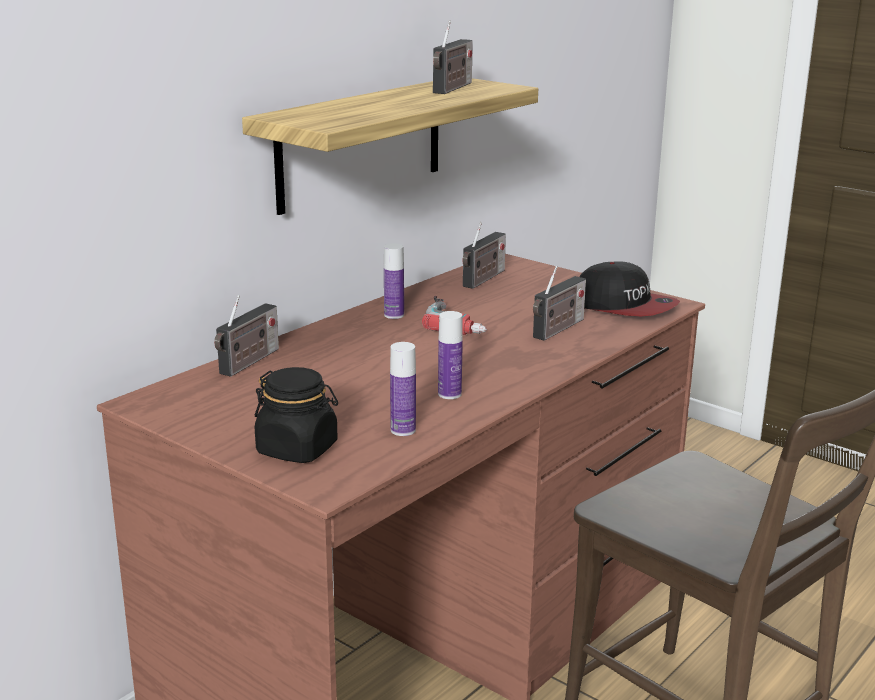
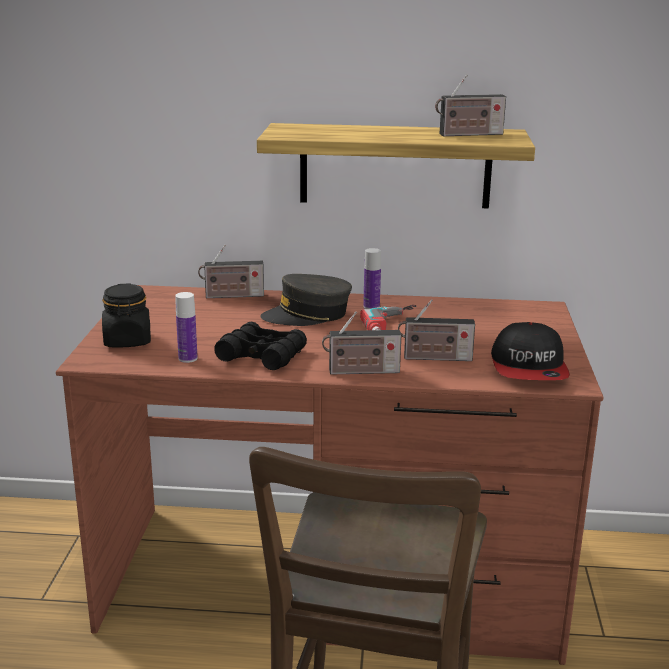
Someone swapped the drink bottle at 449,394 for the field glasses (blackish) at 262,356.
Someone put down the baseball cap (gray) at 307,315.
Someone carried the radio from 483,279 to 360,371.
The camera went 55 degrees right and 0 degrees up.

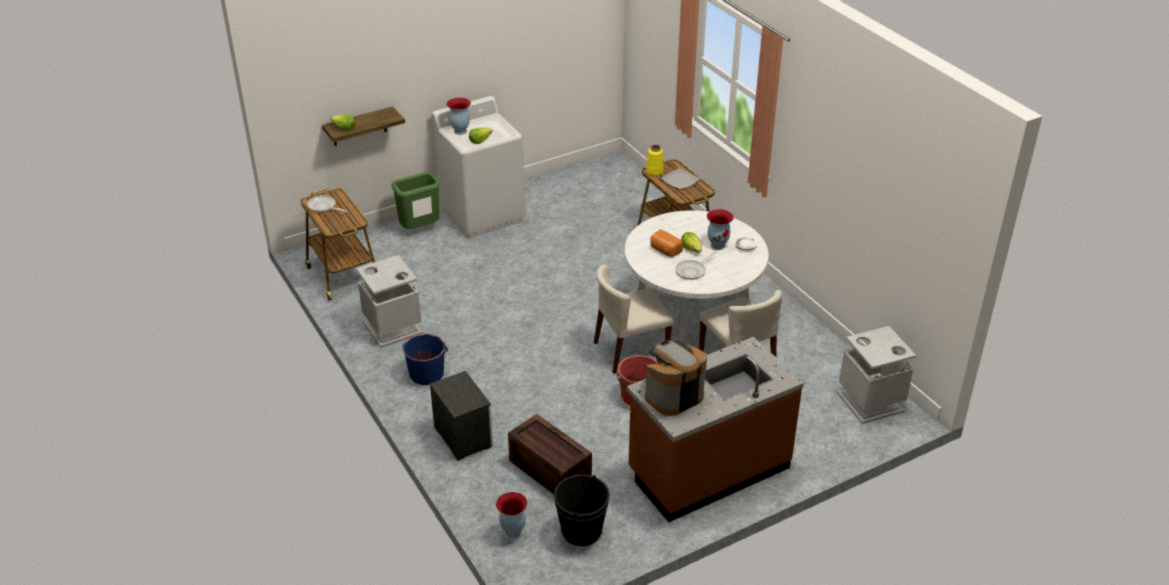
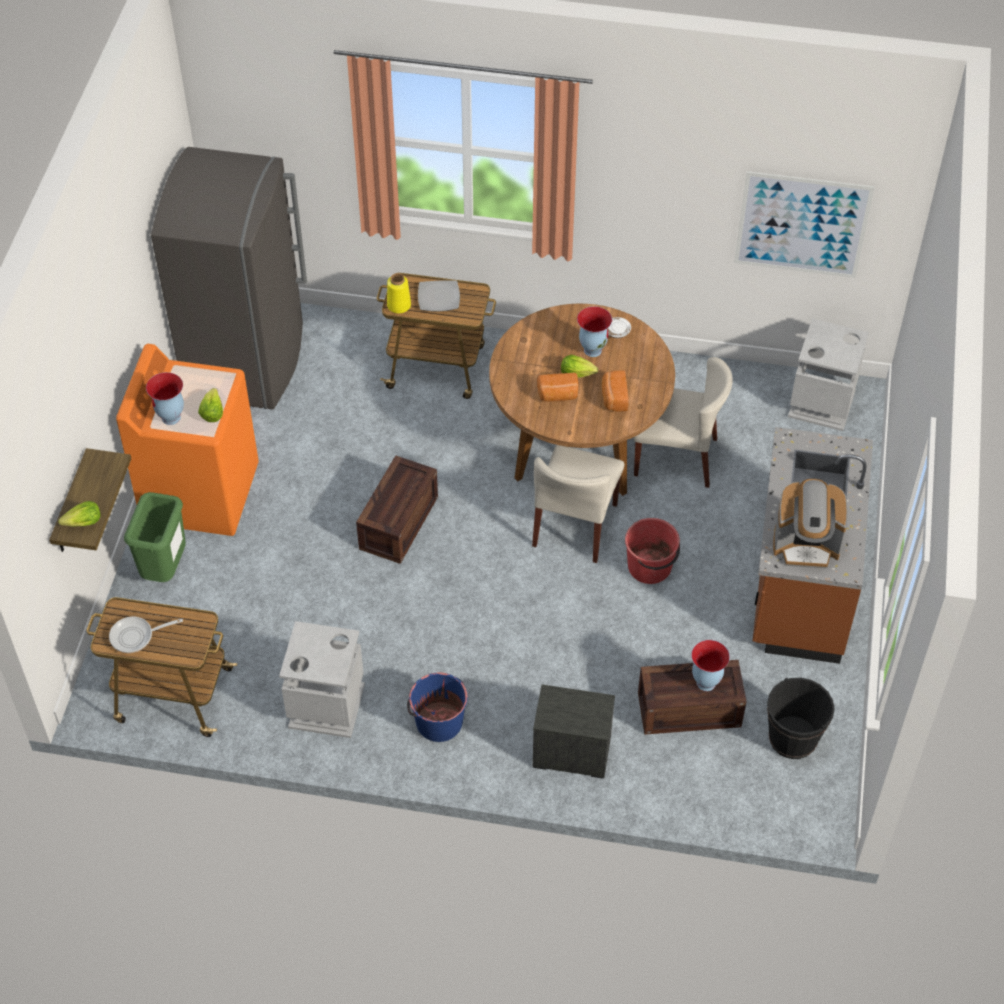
Someone repainted the washing machine (white) at 482,214, which became the washing machine (orange-coloured) at 201,493.
Someone put down the fridge (gray) at 247,361.
Someone put down the crate at 398,521.
Someone repainted the dining table (white) at 691,320, which became the dining table (brown-coloured) at 578,445.
Someone swapped the skillet at 692,271 for the bakery bread at 614,398.
Someone carried the vase from 512,532 to 705,683.
Someone put up the picture at 802,225.
Someone rotated the coffee maker at 673,396 by 90 degrees counterclockwise.
The camera went 50 degrees left and 15 degrees up.

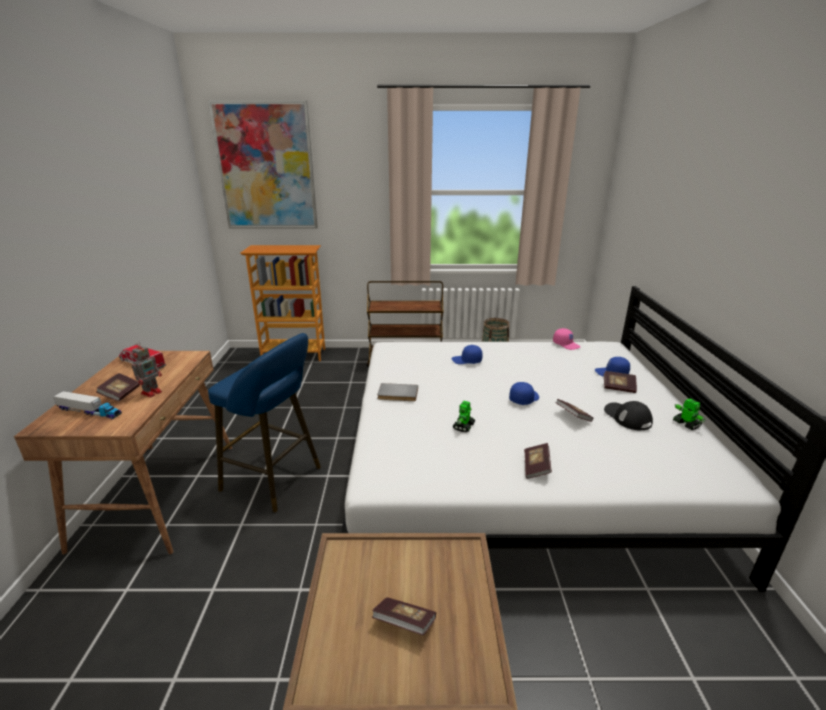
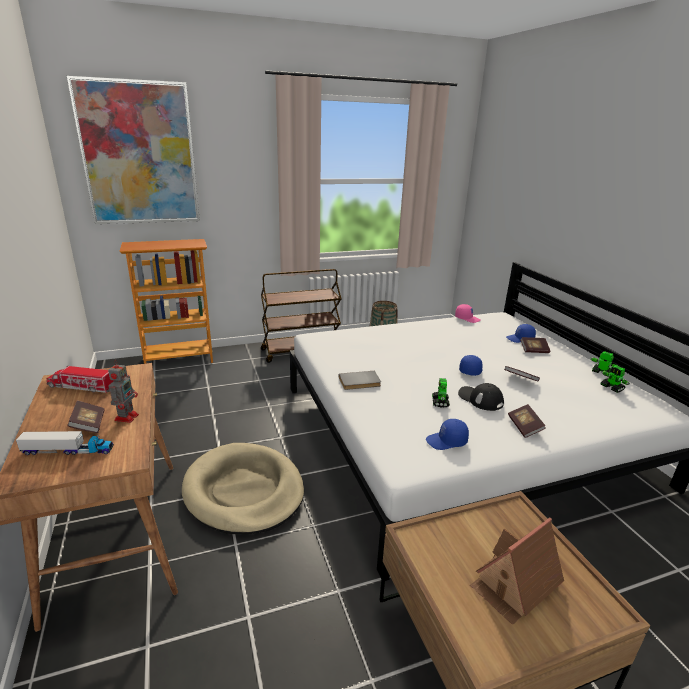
Someone swapped the stool seat (blue-coloured) at 276,480 for the pet bed (sand-coloured) at 244,491.
Someone carried the baseball cap (blue-coloured) from 467,361 to 446,441.
Someone carried the baseball cap (blackish) from 627,417 to 480,399.
Someone swapped the volume at 404,623 for the miniature house at 515,584.
Someone put down the toy robot at 612,388.
The camera went 20 degrees left and 0 degrees up.

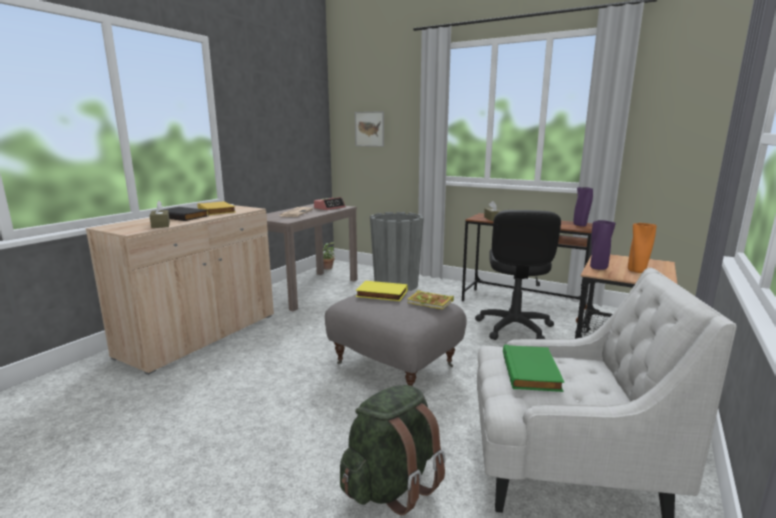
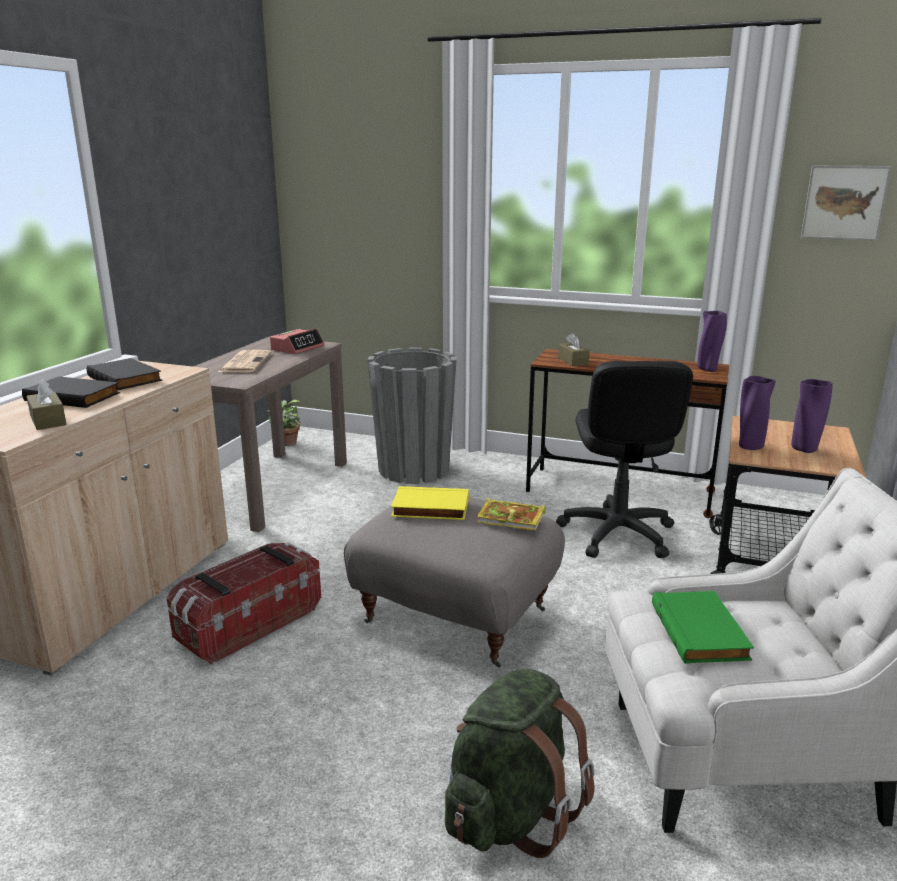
Someone repainted the volume (yellowish) at 217,211, which became the volume (blackish) at 126,378.
Someone put down the storage box at 248,624.
Someone repainted the vase (orange-coloured) at 637,271, which became the vase (purple) at 804,450.
Someone carried the picture from 369,129 to 844,202.
The camera went 10 degrees left and 5 degrees up.

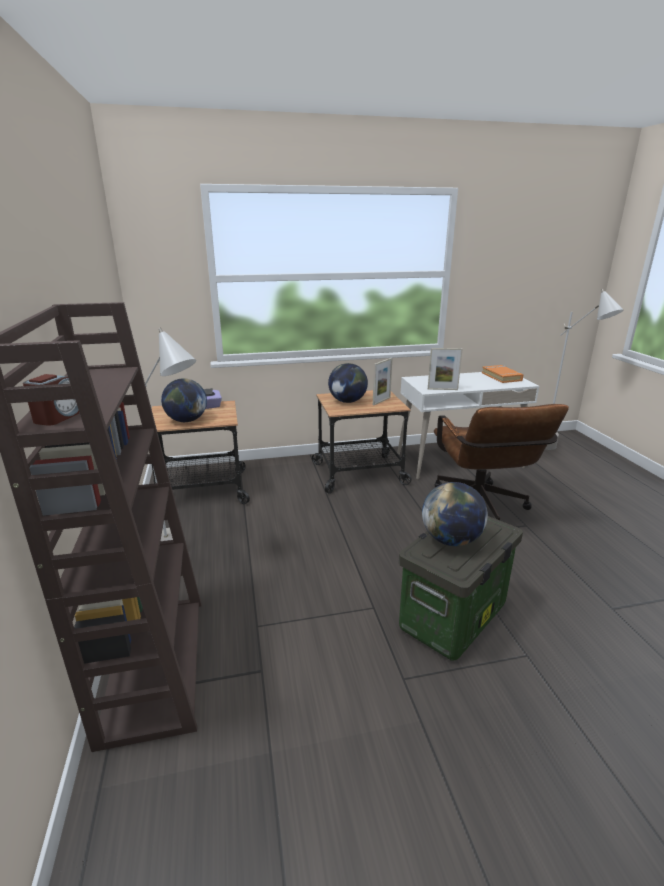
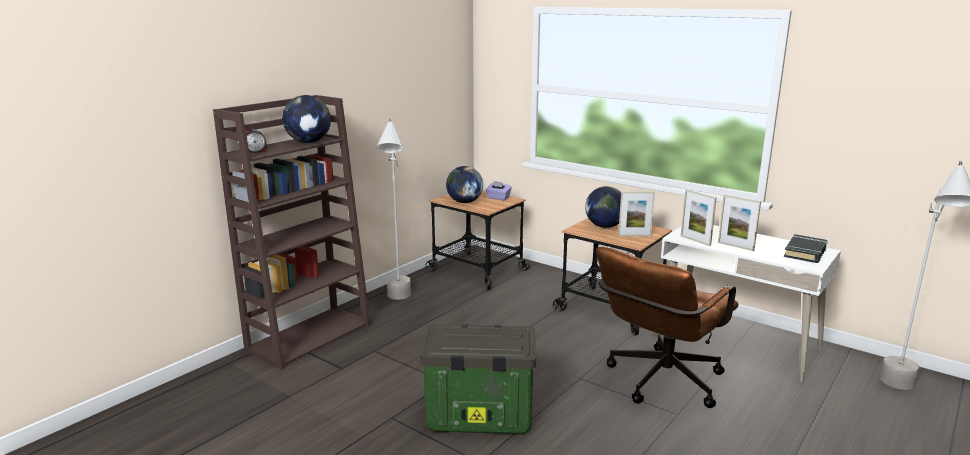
Someone carried the globe from 451,540 to 308,142.
Someone put down the picture frame at 735,246.
Someone repainted the volume (orange-coloured) at 501,377, which became the volume (blackish) at 805,252.
The camera went 50 degrees right and 5 degrees down.

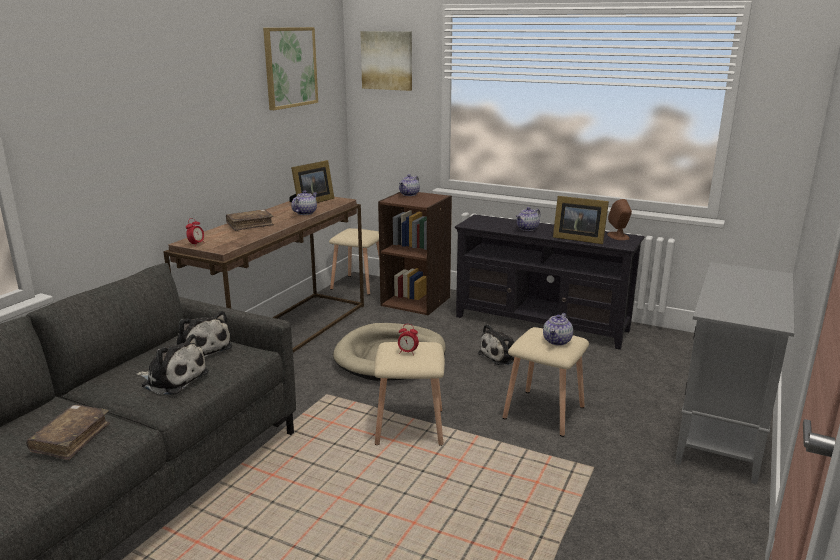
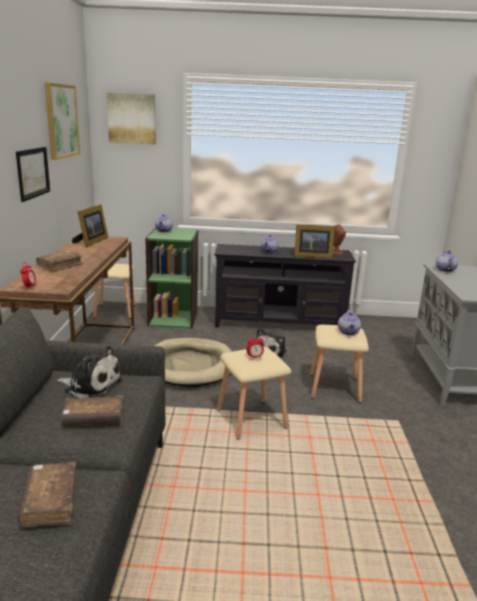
Someone put up the picture at 33,173.
Someone swapped the cuddly toy at 172,379 for the volume (brown-coloured) at 93,418.
Someone repainted the bookcase (brown-coloured) at 416,301, which became the bookcase (greenish) at 173,318.
Someone carried the teapot from 305,213 to 444,270.
The camera went 25 degrees left and 0 degrees up.

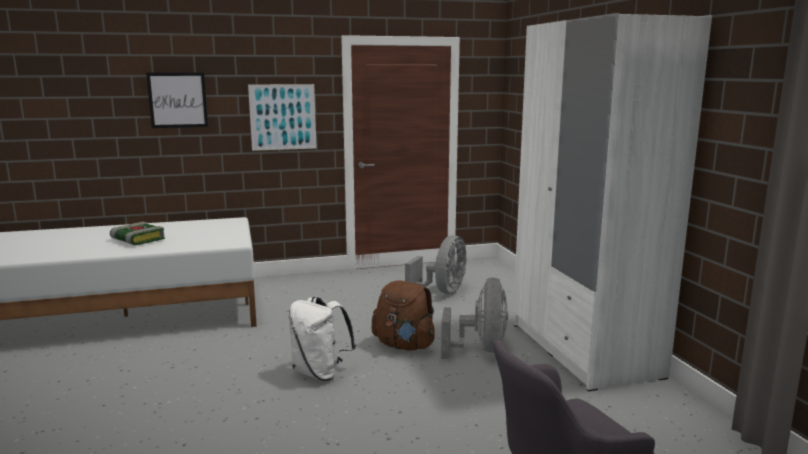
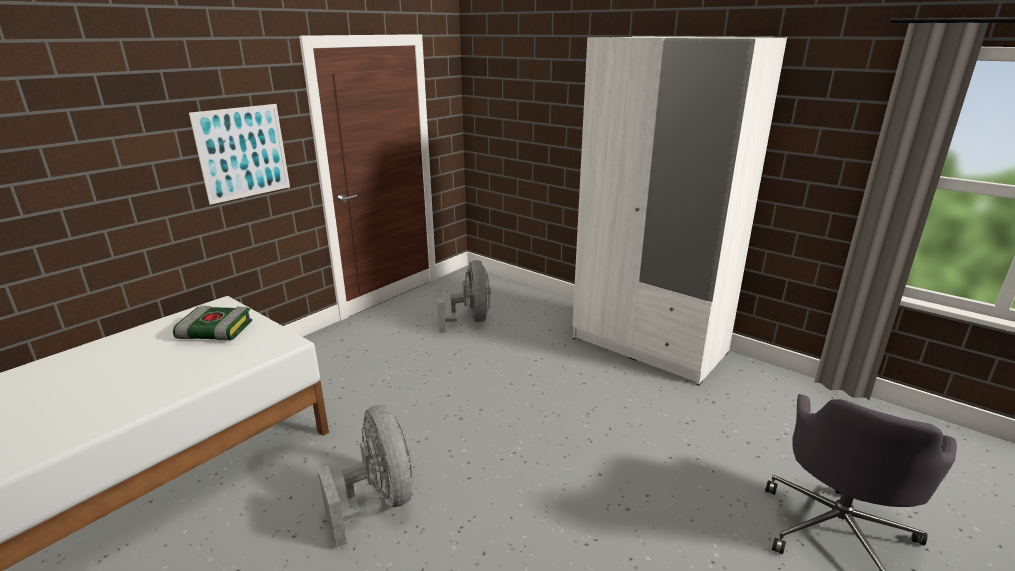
Someone carried the volume from 137,240 to 214,331.
Someone carried the cooling fan (gray) from 480,349 to 379,500.
Someone took away the picture at 178,100.
Someone took away the knapsack (white) at 320,373.
Someone took away the knapsack (brown-coloured) at 404,345.
The camera went 35 degrees left and 10 degrees up.

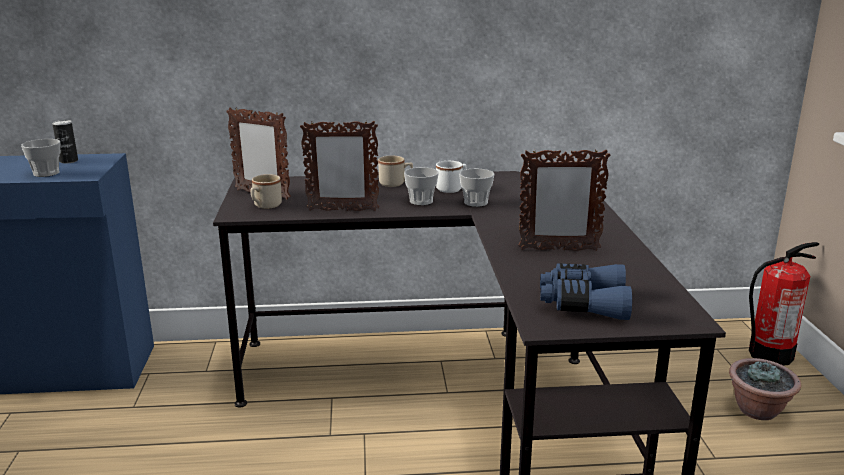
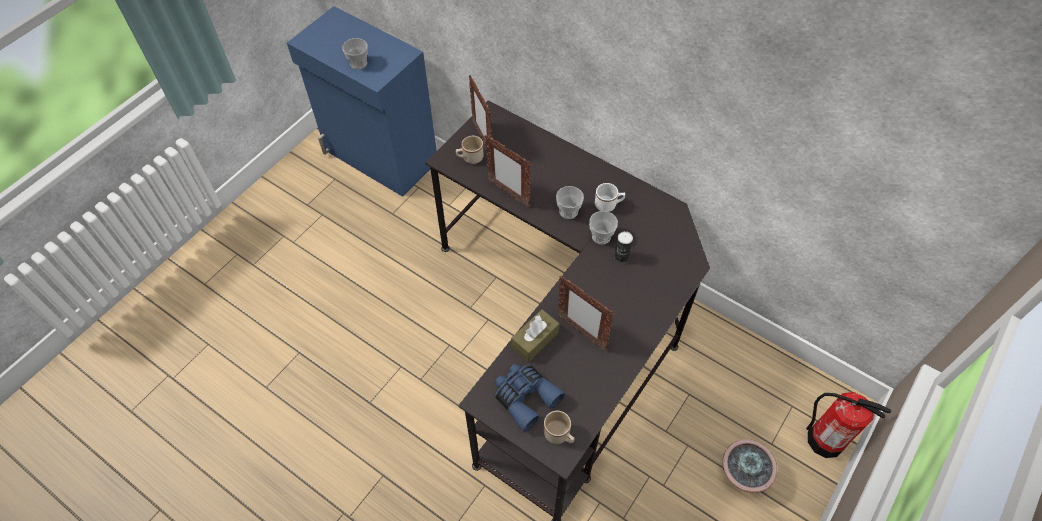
Someone put down the tissue holder (brown-coloured) at 535,339.
Someone carried the tea mug (sand-coloured) from 395,184 to 559,435.
Someone carried the can from 68,161 to 621,256.
The camera went 40 degrees right and 35 degrees up.

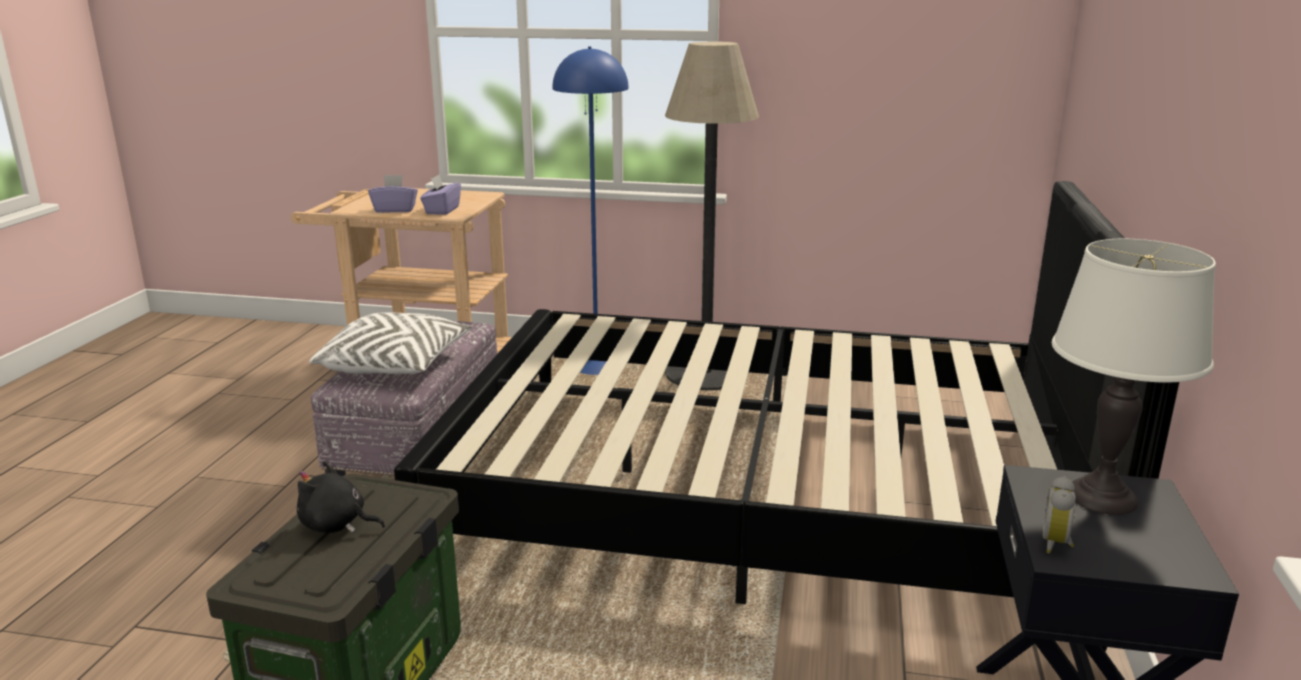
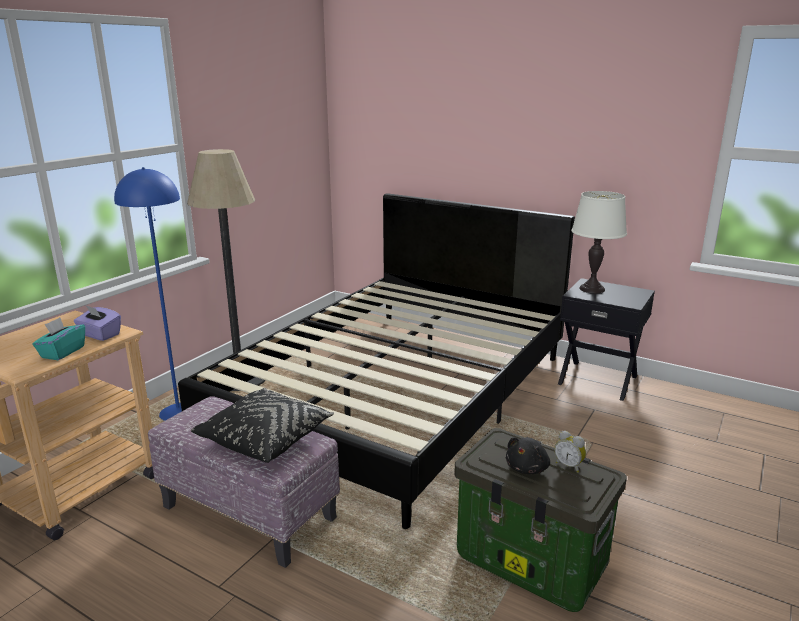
Someone repainted the tissue holder (purple) at 395,210, which became the tissue holder (turquoise-coloured) at 62,352.
Someone repainted the pillow (white) at 396,365, which became the pillow (blackish) at 266,438.
Someone carried the bedside clock from 1057,544 to 569,465.
The camera went 70 degrees left and 0 degrees up.

